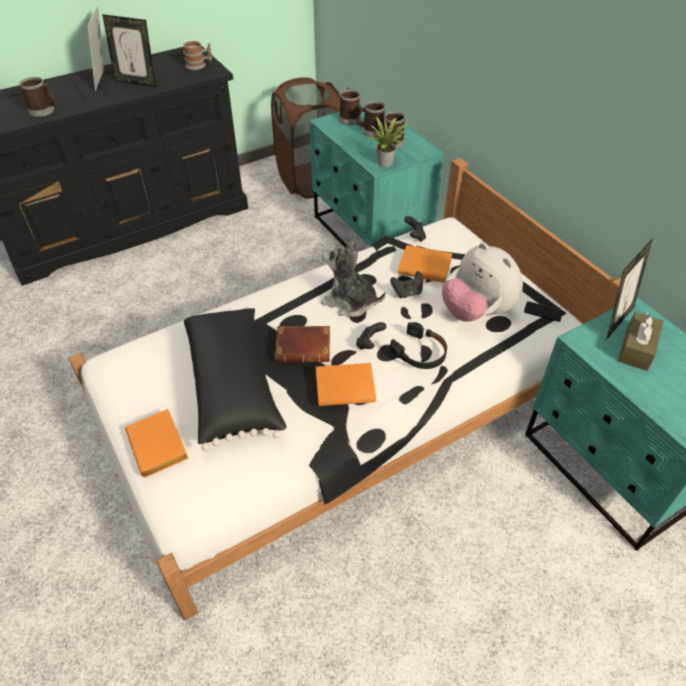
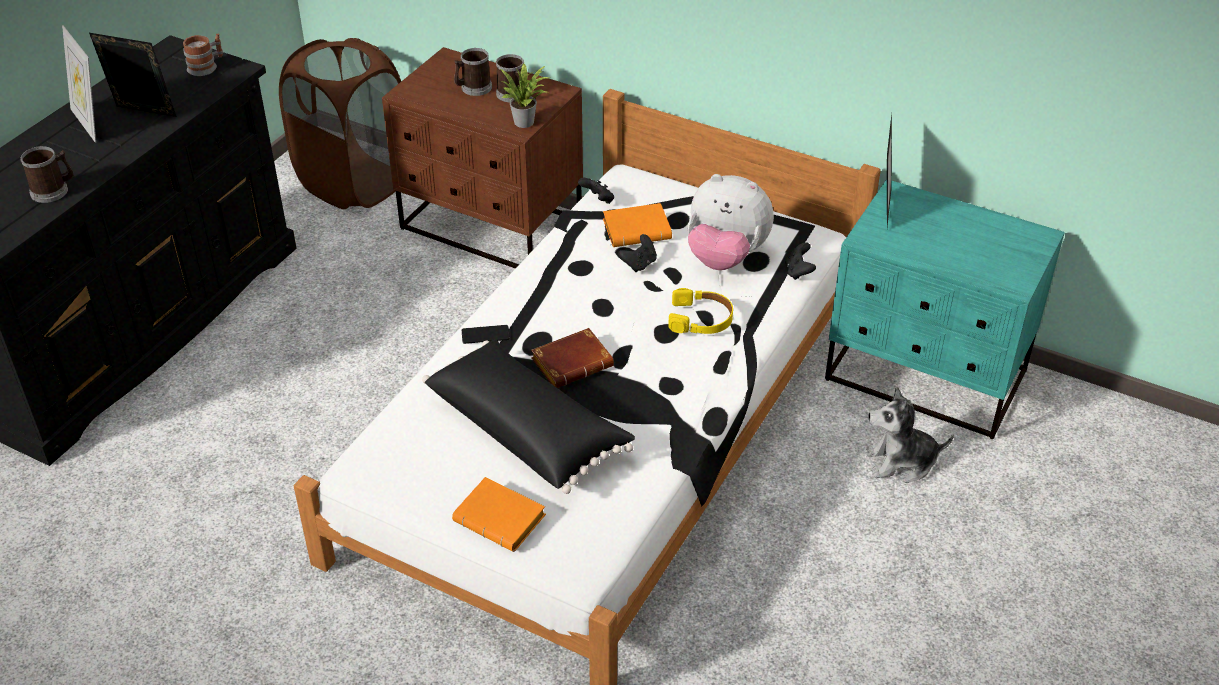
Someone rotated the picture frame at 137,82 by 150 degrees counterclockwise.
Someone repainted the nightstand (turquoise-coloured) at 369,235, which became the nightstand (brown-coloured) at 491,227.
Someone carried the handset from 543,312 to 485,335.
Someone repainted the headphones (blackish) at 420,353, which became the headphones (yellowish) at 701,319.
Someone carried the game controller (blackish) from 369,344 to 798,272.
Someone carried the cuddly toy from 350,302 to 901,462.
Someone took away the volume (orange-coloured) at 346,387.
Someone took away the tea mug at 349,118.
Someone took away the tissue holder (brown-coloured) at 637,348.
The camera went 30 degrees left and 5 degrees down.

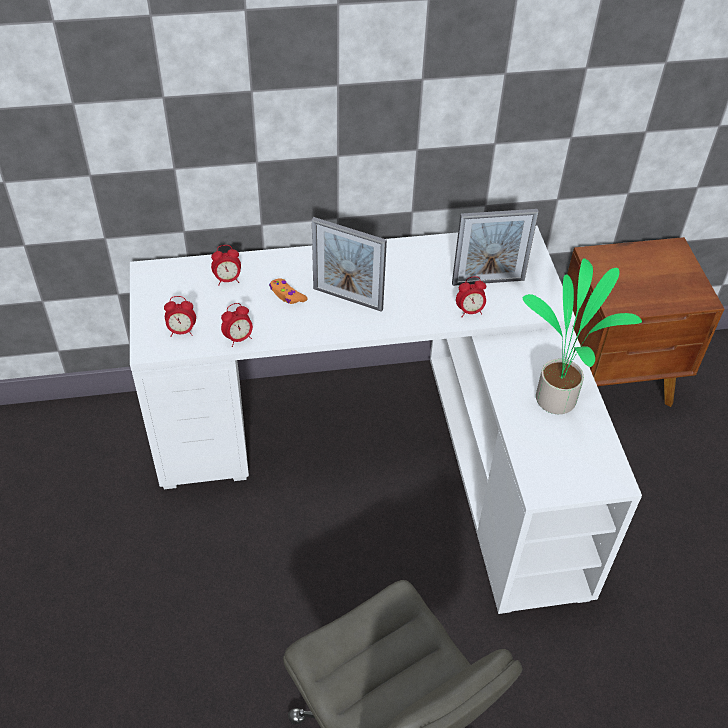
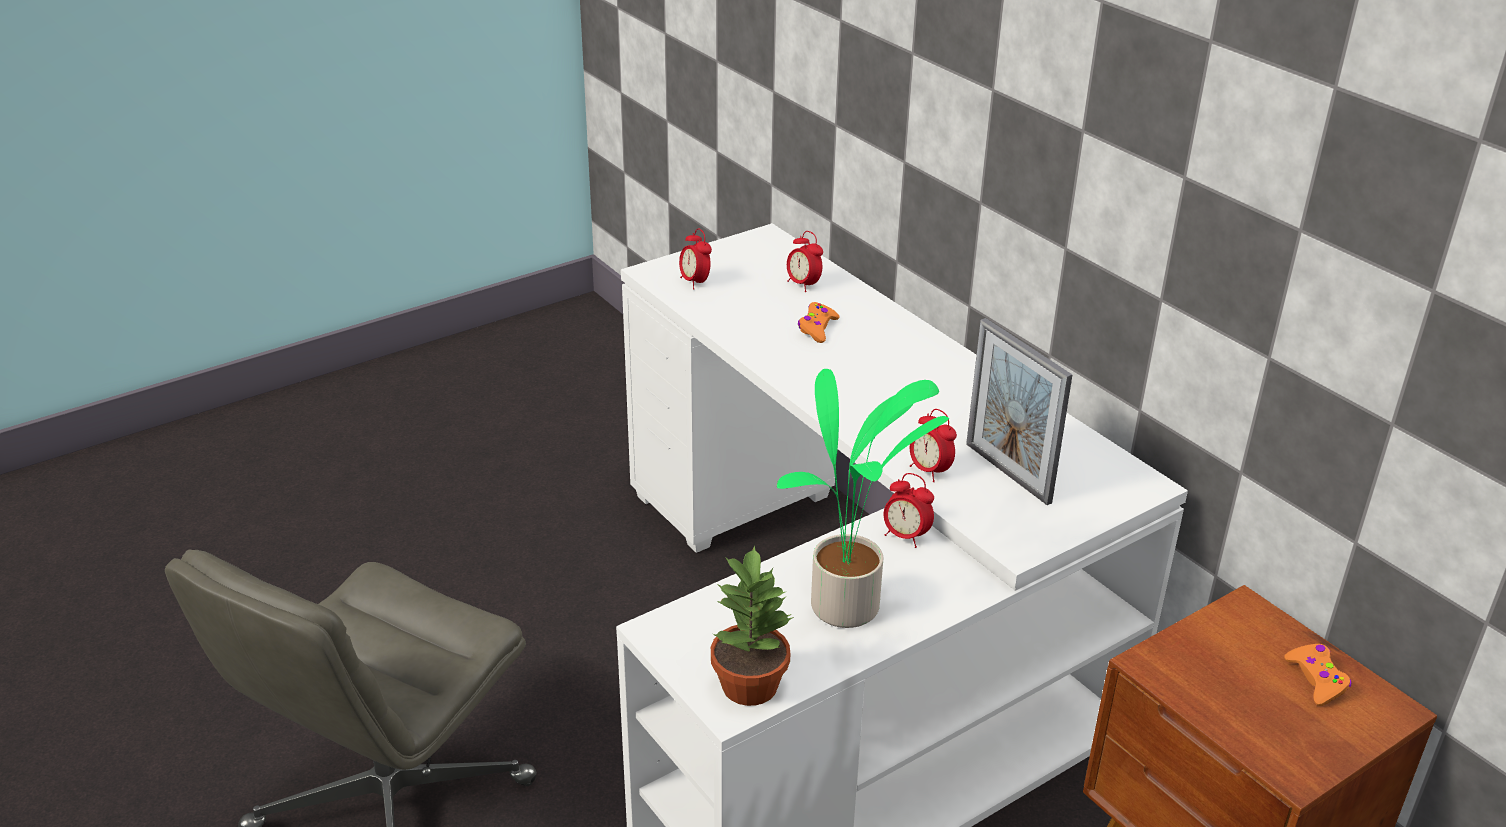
Someone put down the houseplant at 749,684.
Someone carried the bedside clock from 238,338 to 905,536.
Someone put down the game controller (orange-coloured) at 1316,680.
Someone took away the picture frame at 347,299.
The camera went 65 degrees right and 15 degrees down.

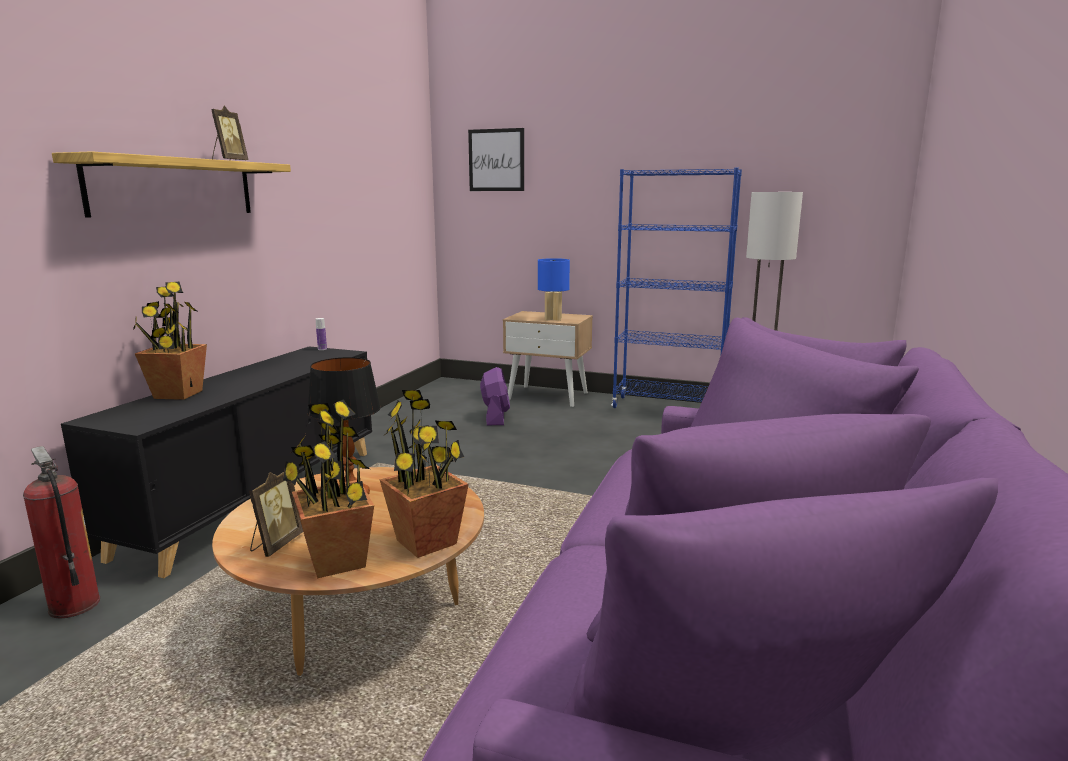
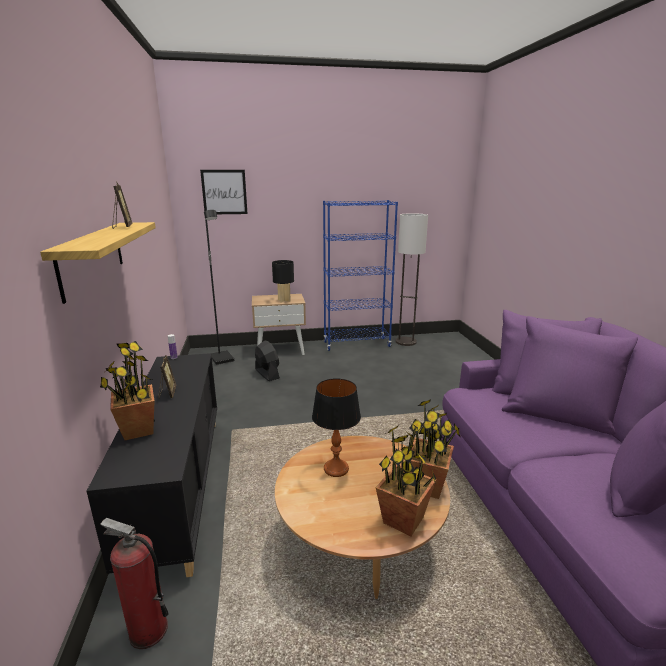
Someone carried the picture frame from 276,544 to 167,393.
Someone put down the standing lamp (blackish) at 222,359.
Someone repainted the cooling fan (purple) at 495,417, which became the cooling fan (blackish) at 267,373.
Someone repainted the lamp for a table (blue-coloured) at 553,319, which became the lamp for a table (blackish) at 284,300.
The camera went 30 degrees left and 5 degrees up.

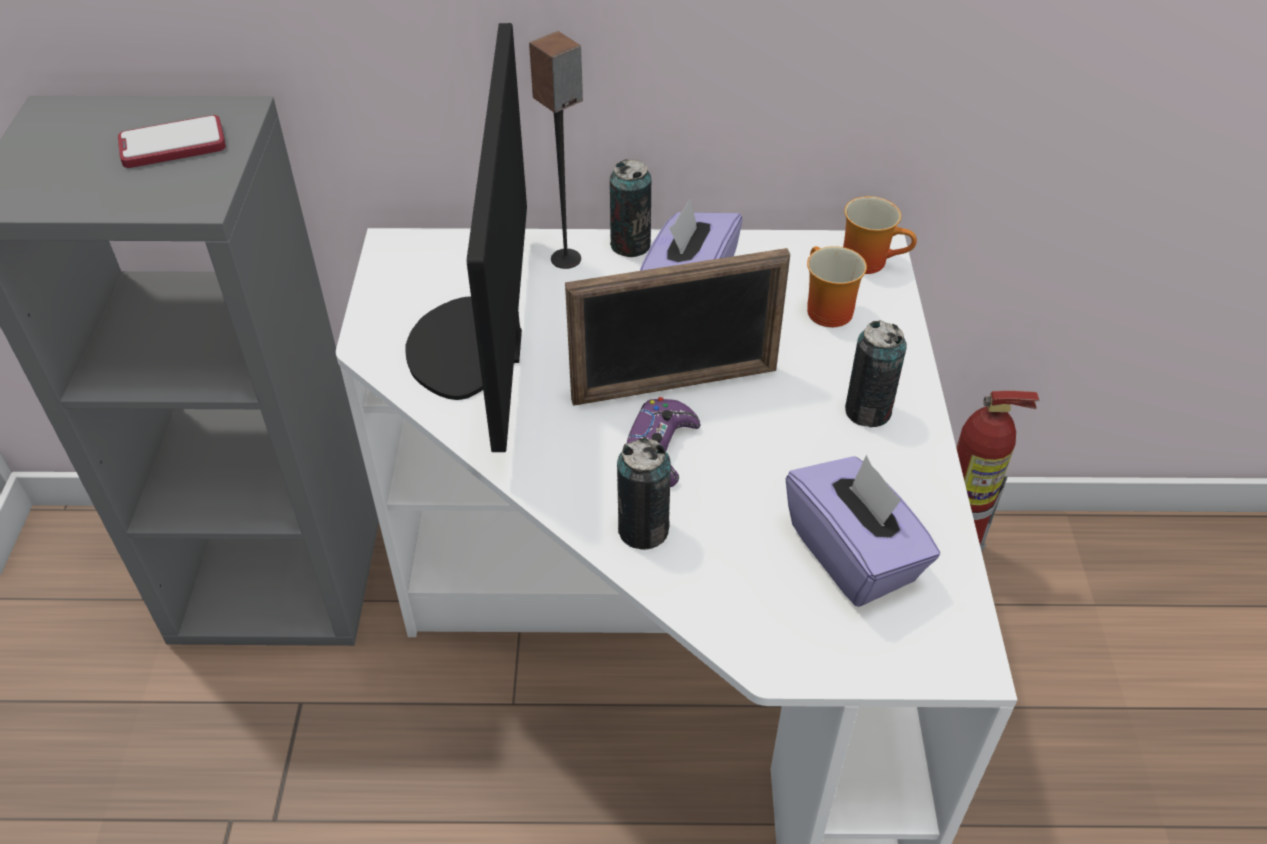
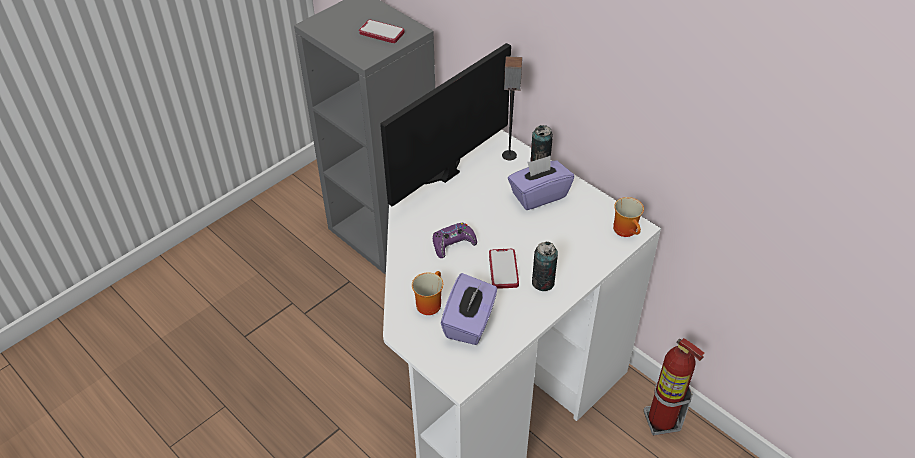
Someone carried the tea mug from 823,309 to 428,302.
Someone put down the handset at 503,269.
Someone took away the picture frame at 675,386.
Someone took away the can at 643,530.
The camera went 45 degrees right and 0 degrees up.

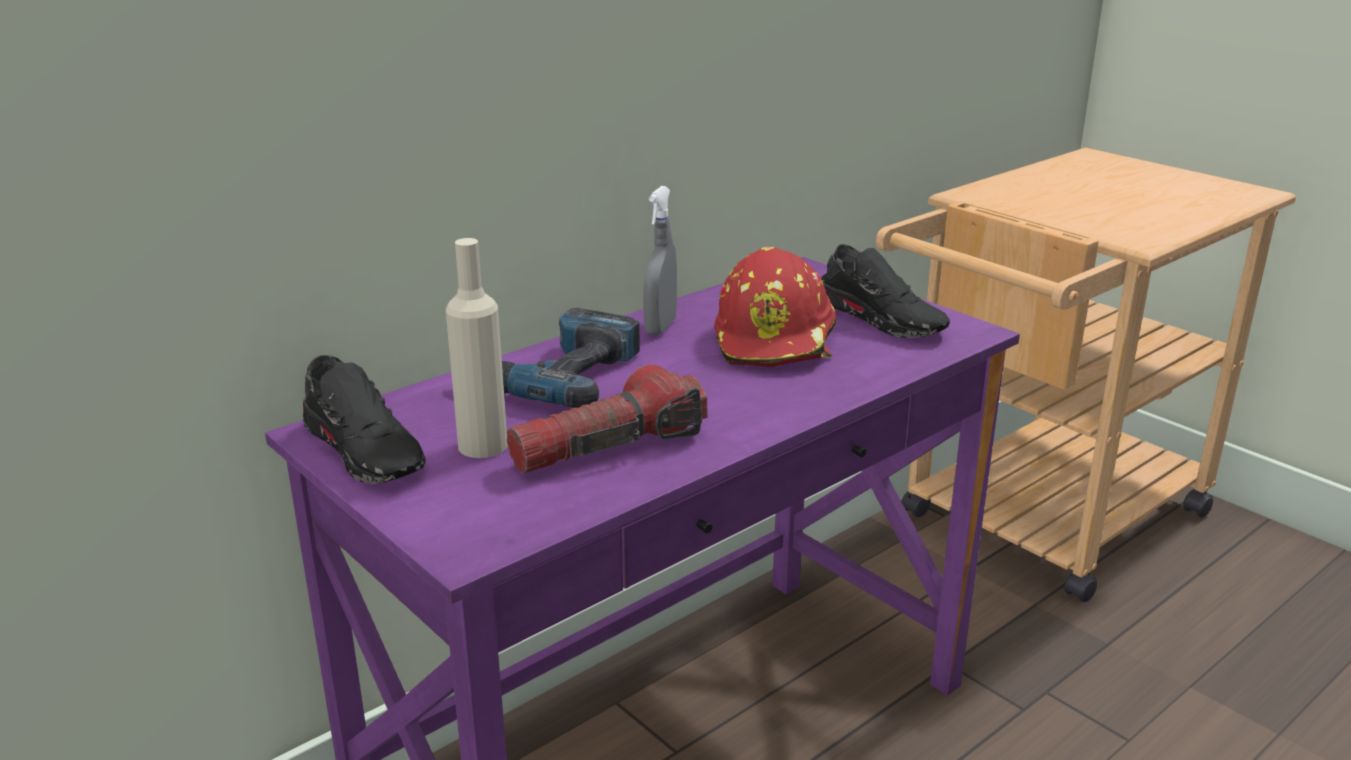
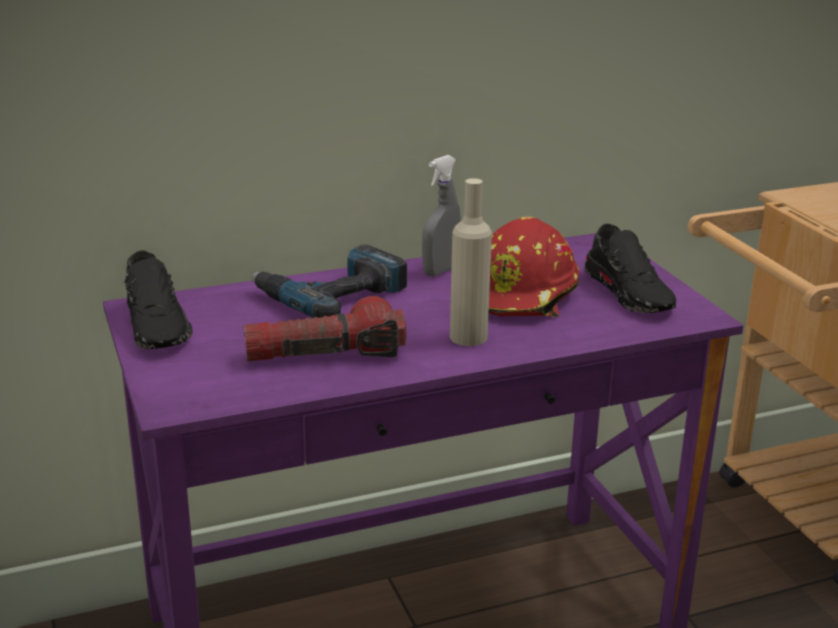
Someone carried the drink bottle (sand-coloured) from 483,445 to 468,337.
The camera went 20 degrees right and 0 degrees up.

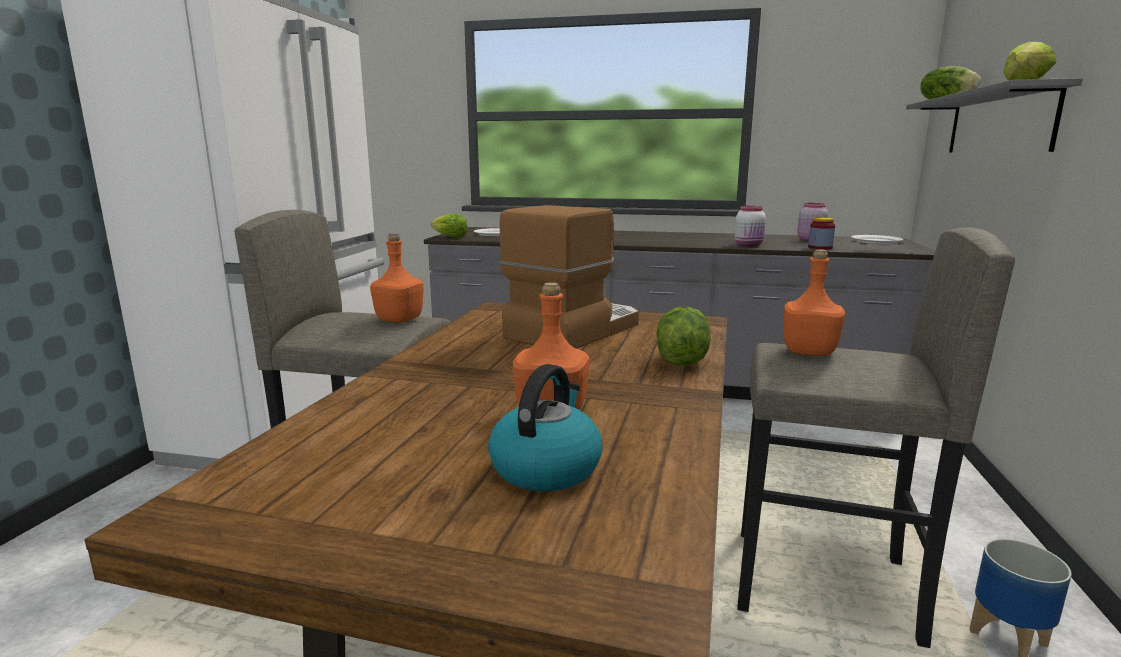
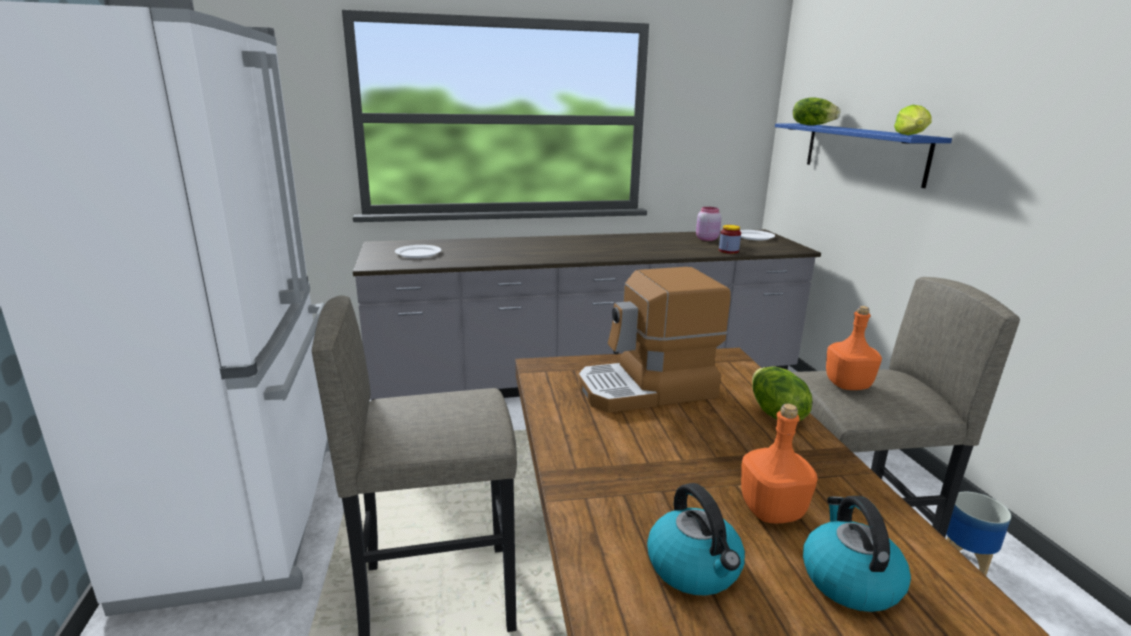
Someone rotated the coffee maker at 573,330 by 120 degrees counterclockwise.
Someone put down the tea kettle at 695,568.
Someone repainted the shelf (gray) at 998,123, which became the shelf (blue-coloured) at 863,152.
Someone took away the drink bottle (orange-coloured) at 400,320.
Someone took away the head of lettuce at 449,237.
Someone took away the jar (white) at 749,245.
The camera went 25 degrees left and 5 degrees up.

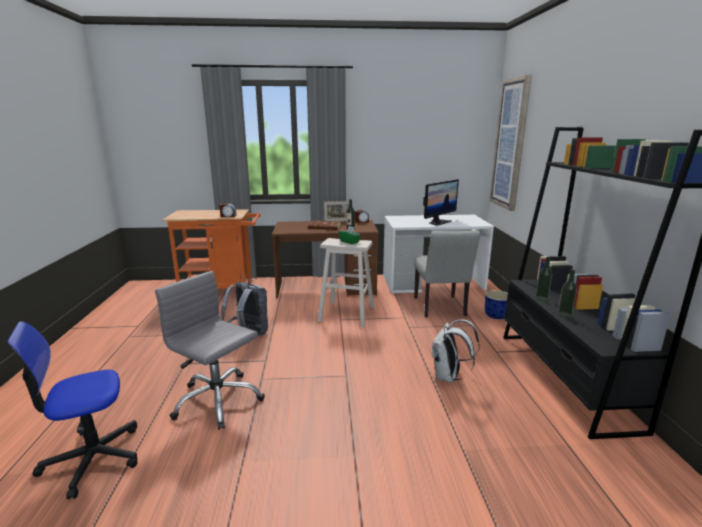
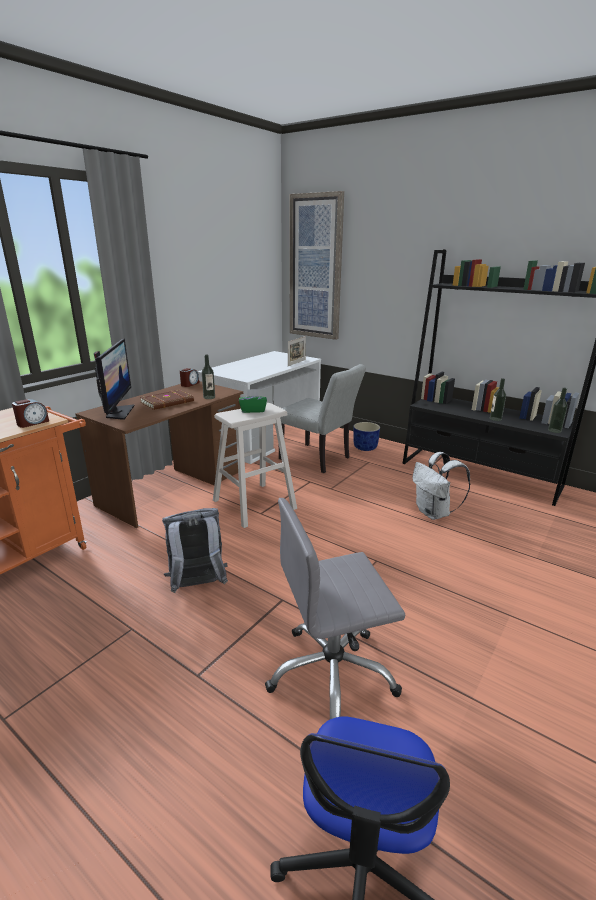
Someone carried the computer screen from 438,222 to 118,412.
Someone carried the picture frame from 338,221 to 296,363.
Someone carried the drink bottle from 541,298 to 554,430.
The camera went 50 degrees left and 5 degrees up.

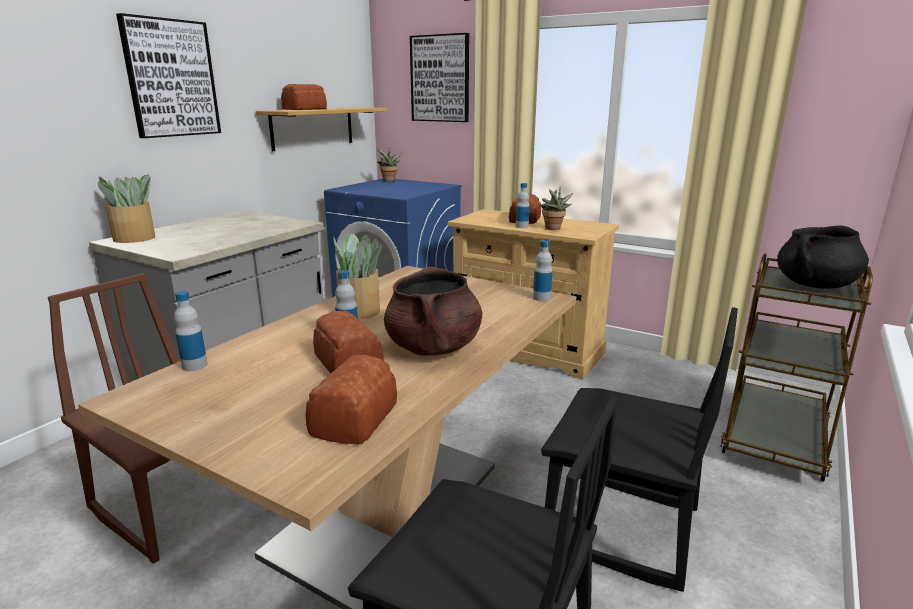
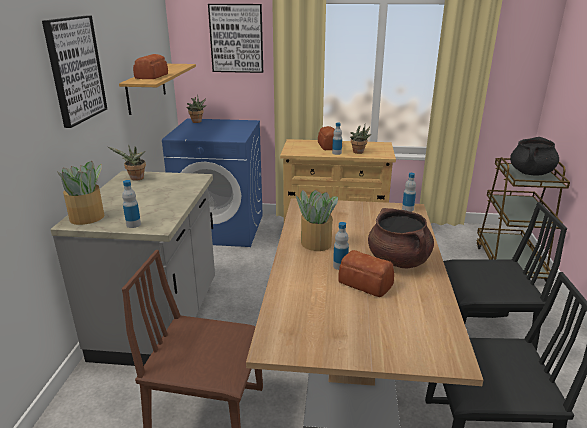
Someone put down the houseplant at 135,179.
Someone carried the drink bottle from 194,365 to 133,224.
Someone took away the bakery bread at 352,418.
The camera went 25 degrees left and 5 degrees up.

